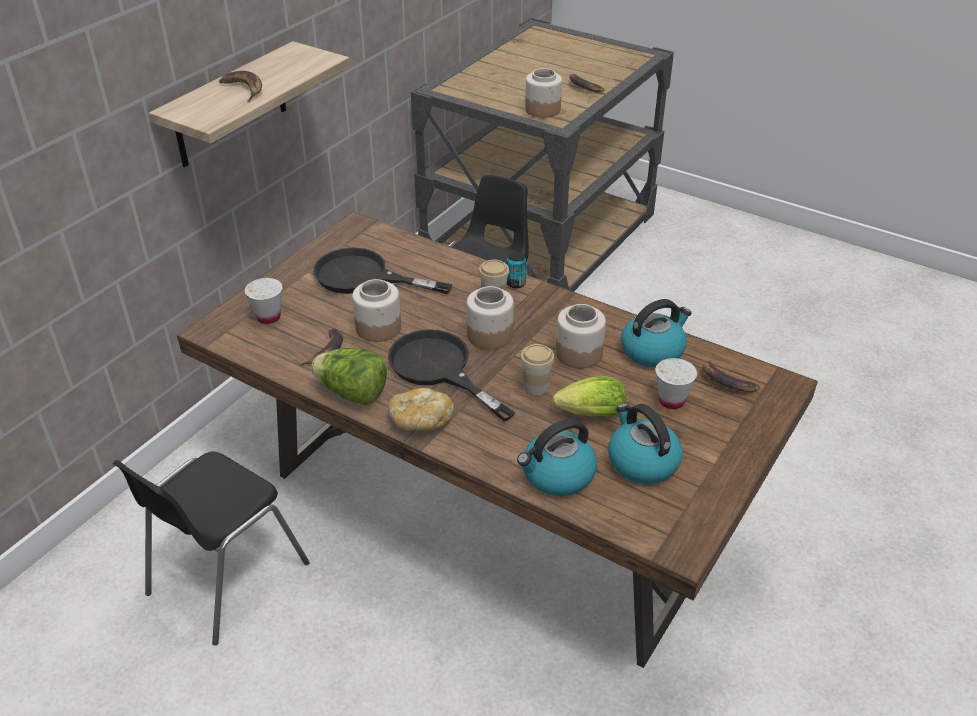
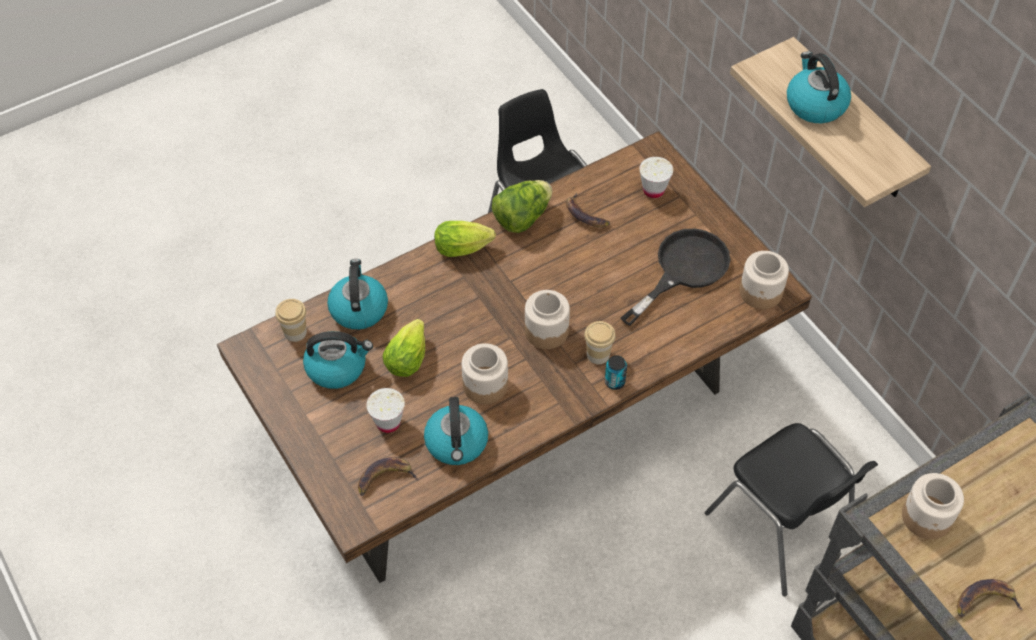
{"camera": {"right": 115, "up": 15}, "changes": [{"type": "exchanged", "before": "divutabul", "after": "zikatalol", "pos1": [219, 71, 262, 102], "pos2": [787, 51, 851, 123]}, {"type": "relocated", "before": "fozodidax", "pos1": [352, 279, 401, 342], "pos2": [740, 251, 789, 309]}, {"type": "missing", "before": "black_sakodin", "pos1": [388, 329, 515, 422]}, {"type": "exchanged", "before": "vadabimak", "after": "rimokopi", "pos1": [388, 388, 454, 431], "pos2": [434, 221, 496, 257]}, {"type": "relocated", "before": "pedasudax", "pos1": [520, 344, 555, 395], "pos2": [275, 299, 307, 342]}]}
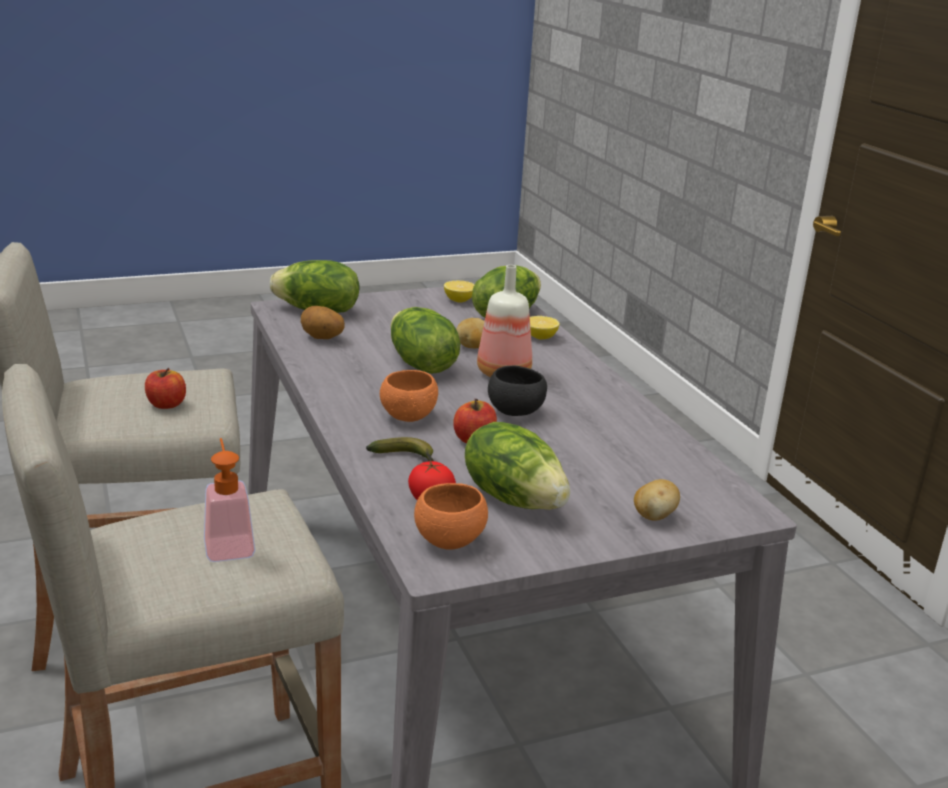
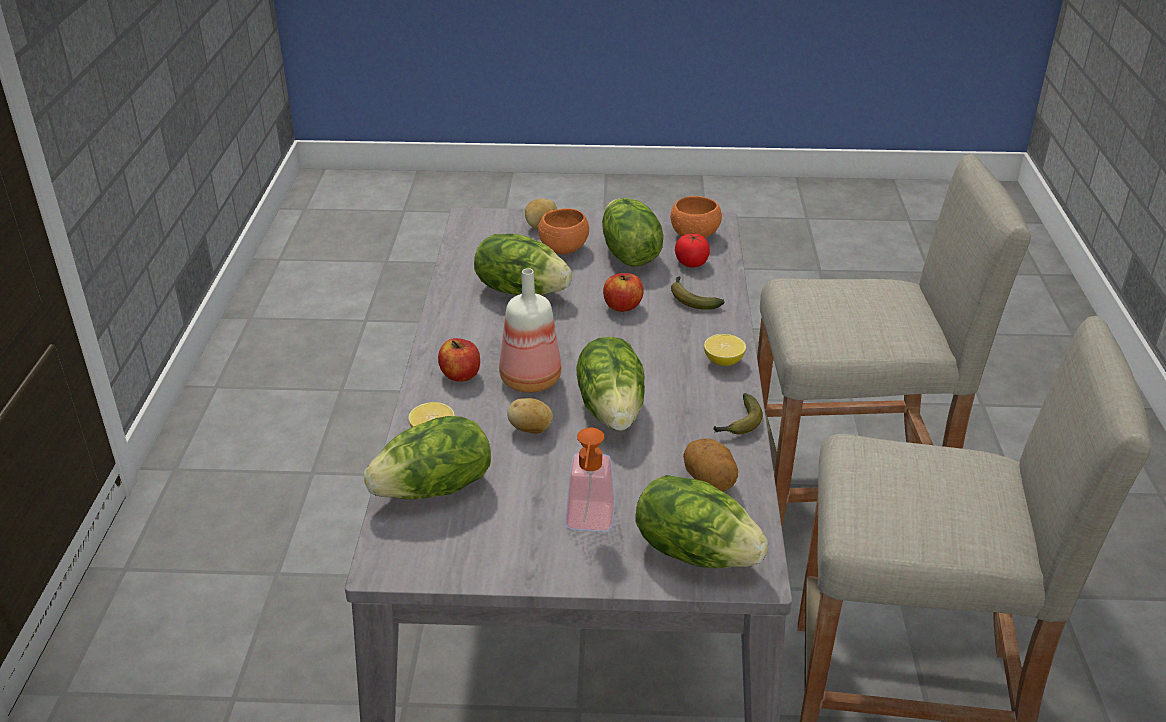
{"camera": {"right": -155, "up": 10}, "changes": [{"type": "relocated", "before": "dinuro", "pos1": [145, 368, 186, 409], "pos2": [438, 338, 480, 382]}, {"type": "relocated", "before": "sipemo", "pos1": [204, 438, 255, 562], "pos2": [565, 428, 615, 532]}, {"type": "relocated", "before": "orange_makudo", "pos1": [380, 370, 438, 422], "pos2": [538, 208, 589, 255]}, {"type": "relocated", "before": "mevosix", "pos1": [444, 281, 475, 303], "pos2": [704, 334, 746, 366]}, {"type": "missing", "before": "black_makudo", "pos1": [488, 366, 547, 416]}, {"type": "appeared", "after": "rimokopi", "pos2": [474, 234, 572, 295]}, {"type": "appeared", "after": "divutabul", "pos2": [714, 393, 763, 434]}]}
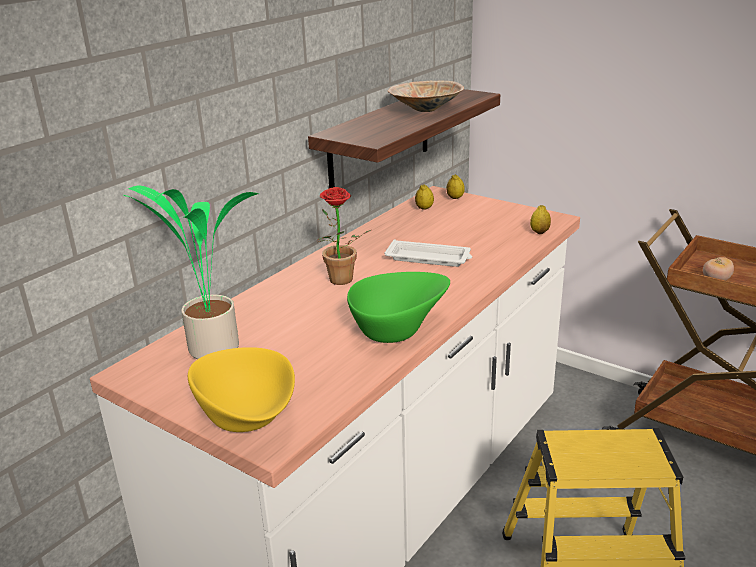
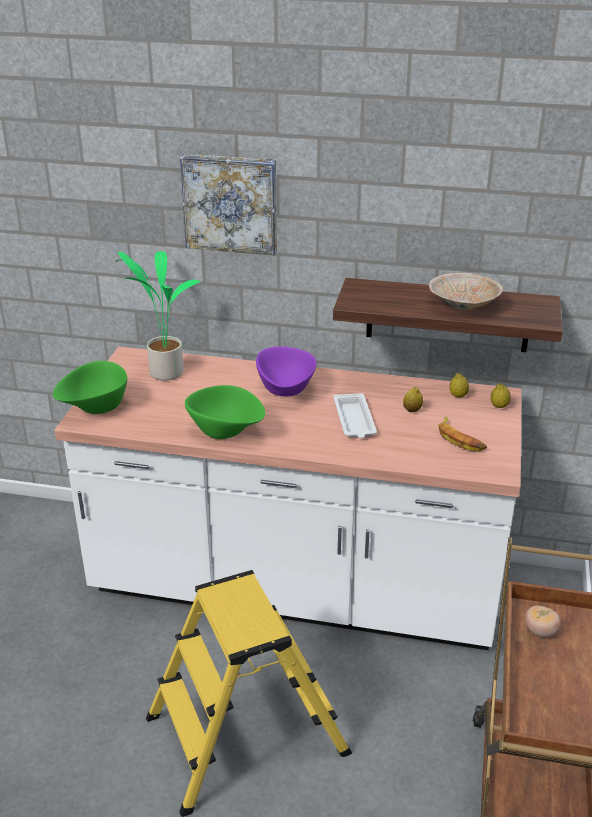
{"camera": {"right": 65, "up": 5}, "changes": [{"type": "colour", "before": "yellow_makudo", "after": "green_makudo", "pos1": [188, 347, 295, 432], "pos2": [53, 361, 127, 414]}, {"type": "exchanged", "before": "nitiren", "after": "purple_makudo", "pos1": [316, 187, 371, 285], "pos2": [256, 347, 316, 396]}, {"type": "relocated", "before": "mevosix", "pos1": [530, 205, 551, 234], "pos2": [403, 387, 423, 412]}, {"type": "appeared", "after": "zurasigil", "pos2": [180, 154, 277, 255]}, {"type": "appeared", "after": "divutabul", "pos2": [438, 416, 487, 452]}]}
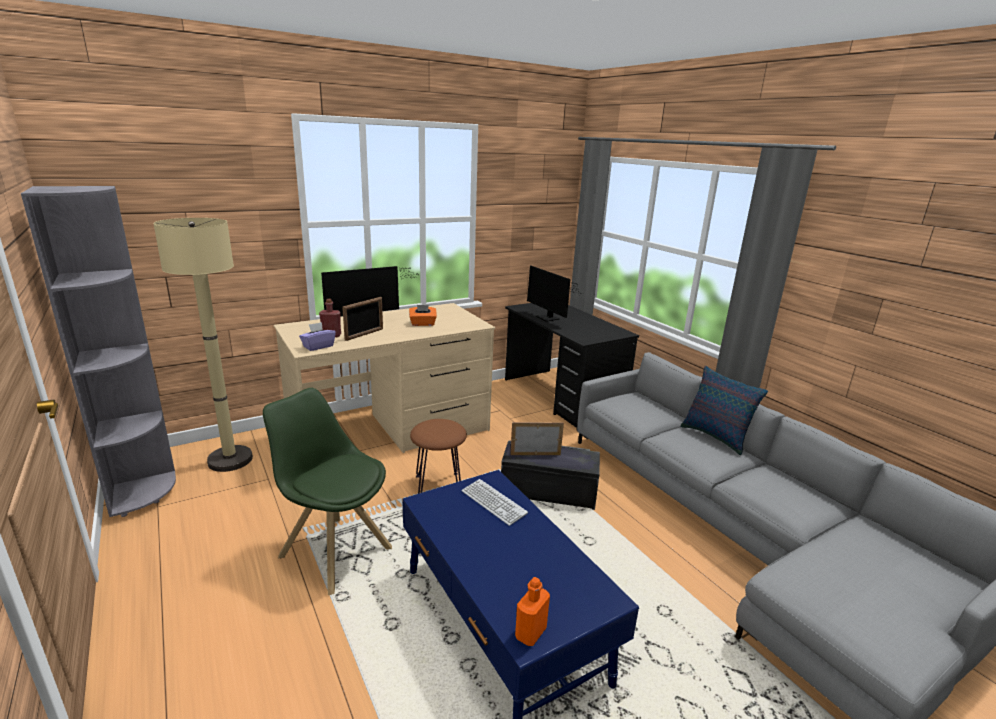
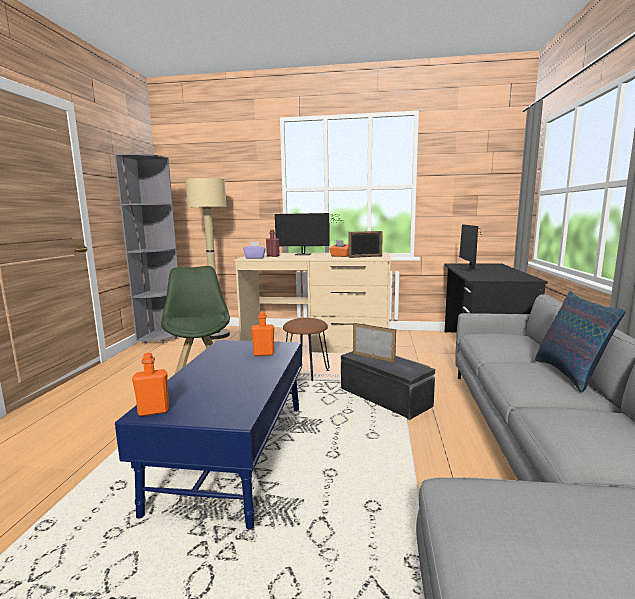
{"camera": {"right": 40, "up": -10}, "changes": [{"type": "relocated", "before": "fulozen", "pos1": [342, 297, 383, 341], "pos2": [348, 231, 383, 258]}, {"type": "exchanged", "before": "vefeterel", "after": "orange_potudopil", "pos1": [462, 479, 528, 526], "pos2": [251, 311, 274, 356]}]}
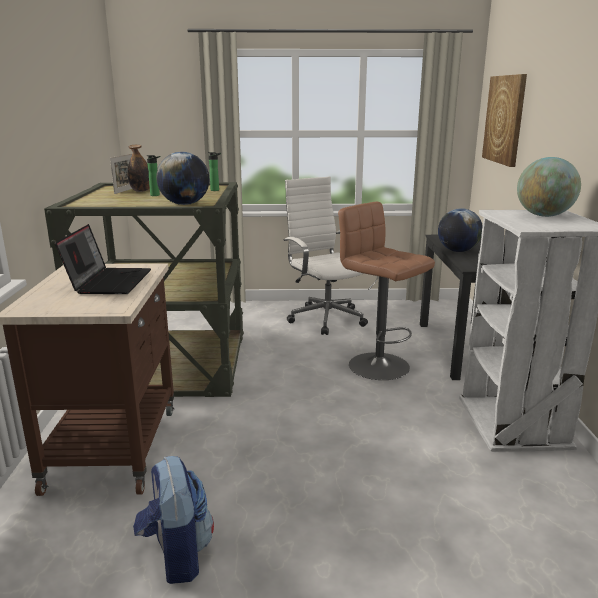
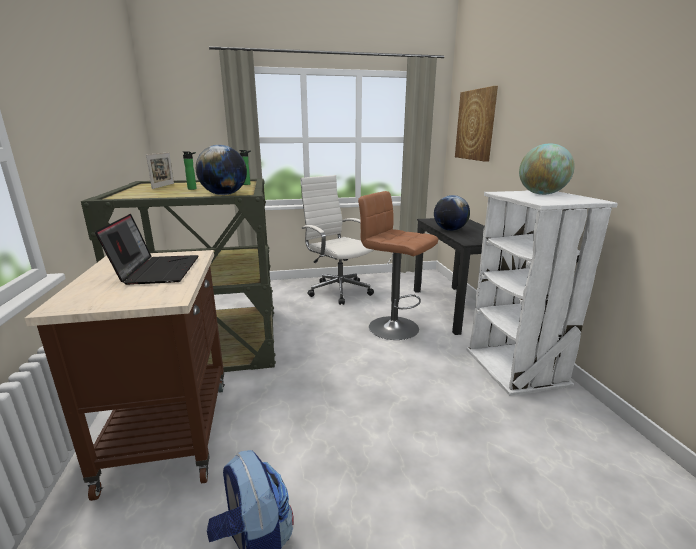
{"camera": {"right": -10, "up": 0}, "changes": [{"type": "missing", "before": "potudopil", "pos1": [128, 145, 150, 192]}]}
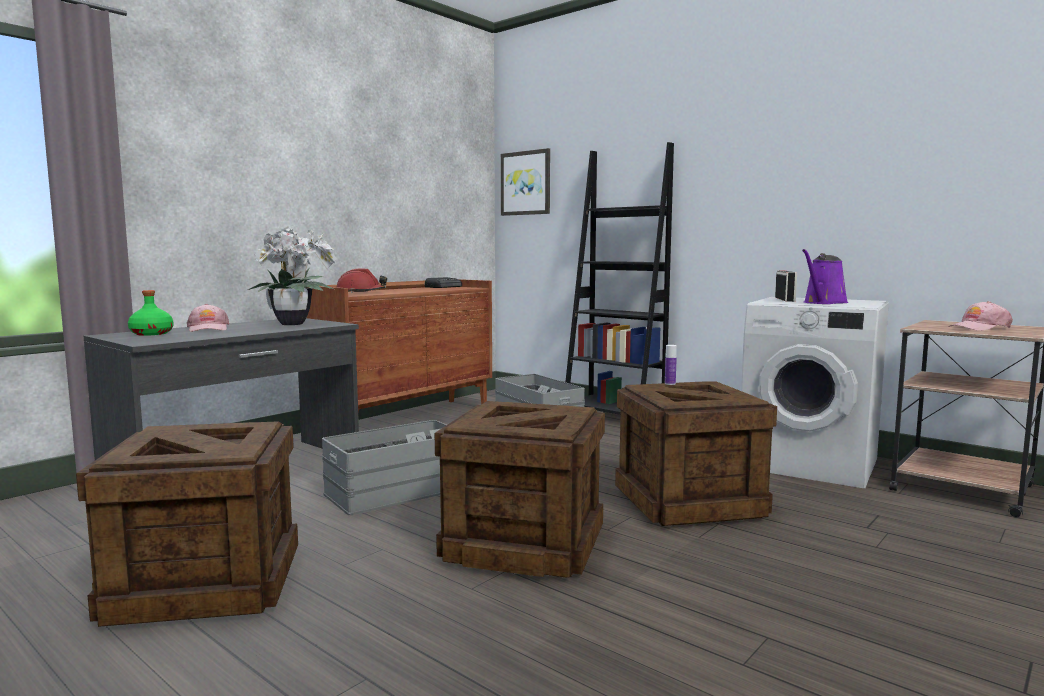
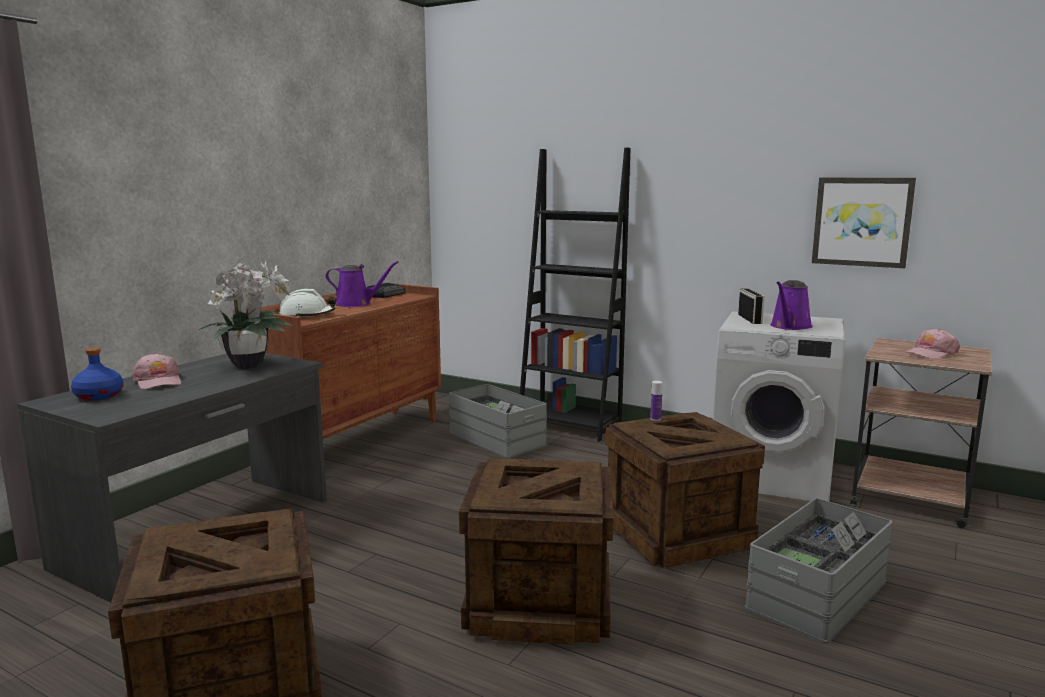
{"camera": {"right": -10, "up": 5}, "changes": [{"type": "colour", "before": "green_potudopil", "after": "blue_potudopil", "pos1": [128, 290, 173, 336], "pos2": [71, 347, 123, 401]}, {"type": "relocated", "before": "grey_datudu", "pos1": [322, 420, 446, 515], "pos2": [744, 498, 892, 643]}, {"type": "colour", "before": "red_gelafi", "after": "white_gelafi", "pos1": [337, 268, 387, 293], "pos2": [279, 289, 336, 318]}, {"type": "relocated", "before": "zurasigil", "pos1": [501, 148, 550, 216], "pos2": [812, 178, 916, 268]}, {"type": "appeared", "after": "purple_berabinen", "pos2": [326, 261, 398, 307]}]}
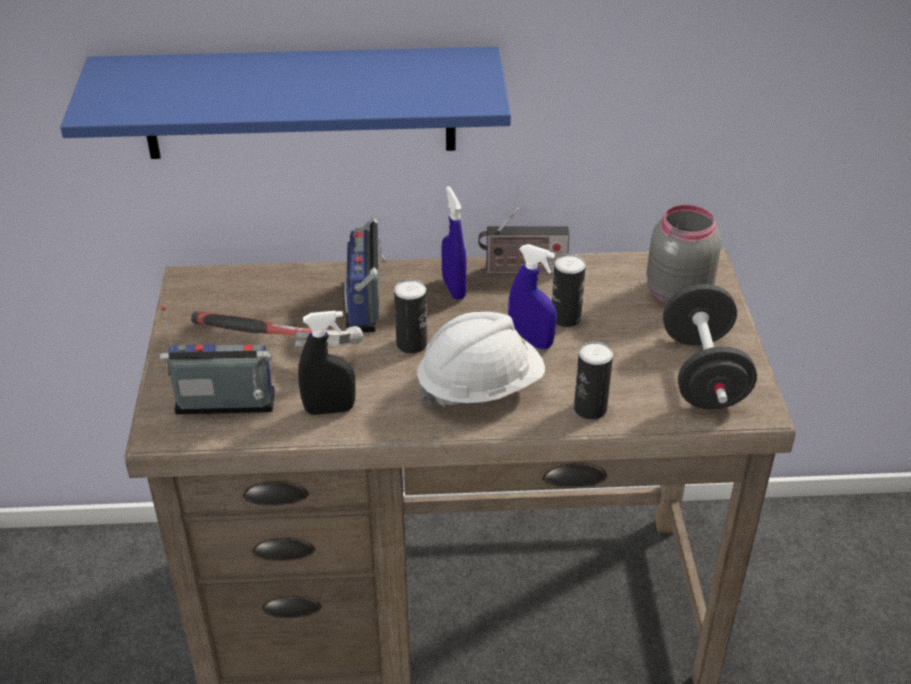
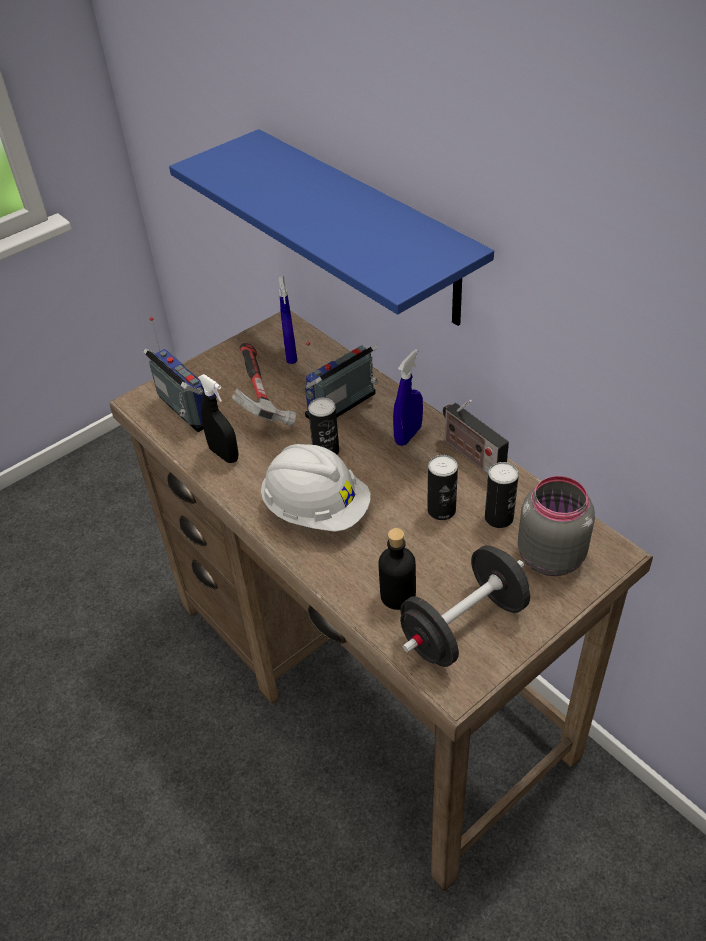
{"camera": {"right": 55, "up": 5}, "changes": [{"type": "relocated", "before": "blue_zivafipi", "pos1": [508, 244, 557, 349], "pos2": [279, 276, 297, 364]}, {"type": "relocated", "before": "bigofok", "pos1": [574, 341, 613, 420], "pos2": [485, 462, 519, 528]}, {"type": "appeared", "after": "black_potudopil", "pos2": [379, 528, 416, 610]}]}
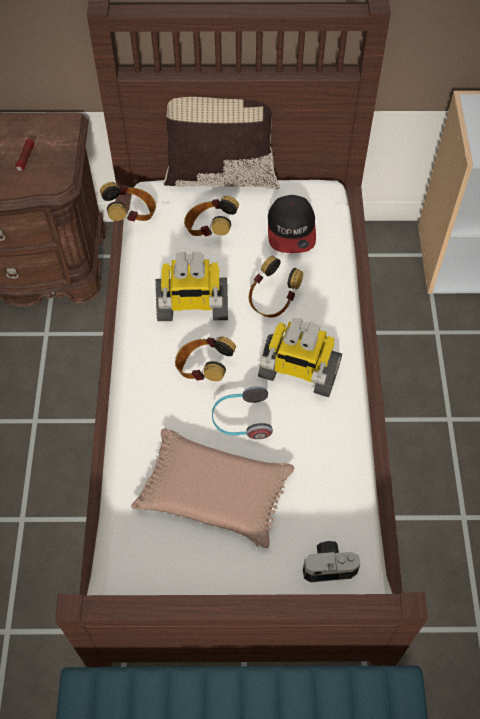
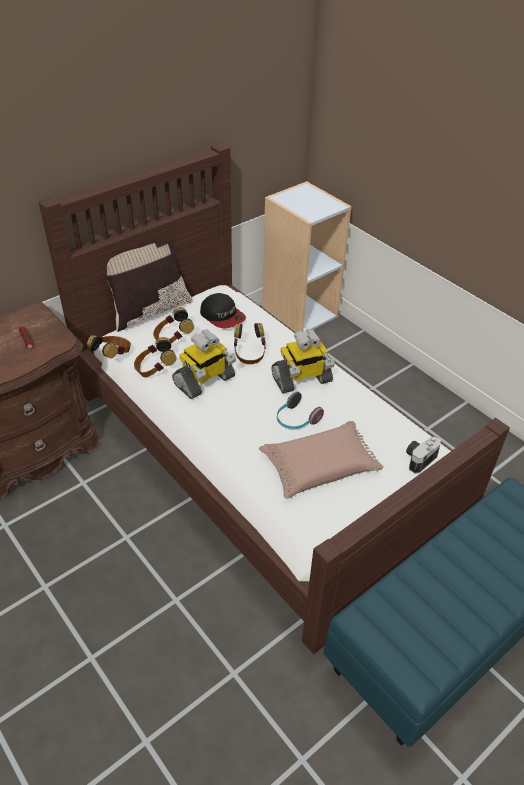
{"camera": {"right": -40, "up": -15}, "changes": [{"type": "relocated", "before": "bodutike", "pos1": [175, 336, 236, 381], "pos2": [134, 337, 176, 377]}]}
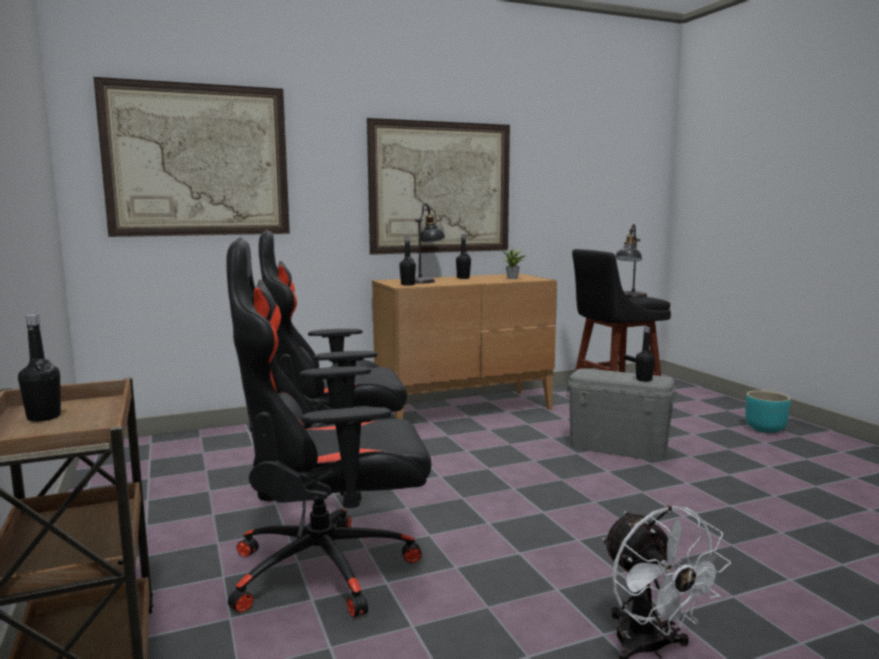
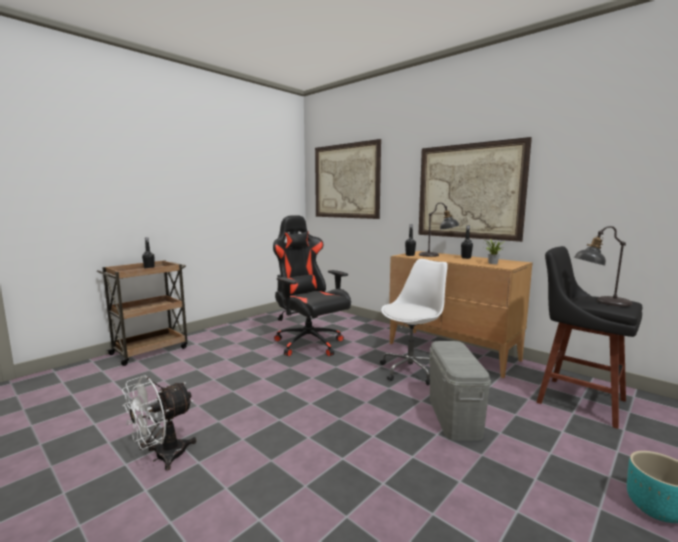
{"camera": {"right": 65, "up": 0}, "changes": [{"type": "missing", "before": "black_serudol", "pos1": [226, 237, 431, 617]}, {"type": "missing", "before": "black_potudopil", "pos1": [636, 327, 655, 382]}, {"type": "appeared", "after": "white_serudol", "pos2": [380, 259, 448, 385]}]}
